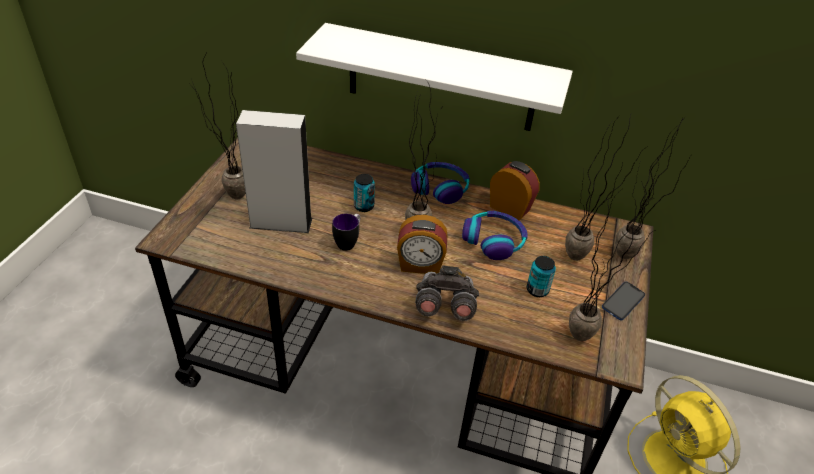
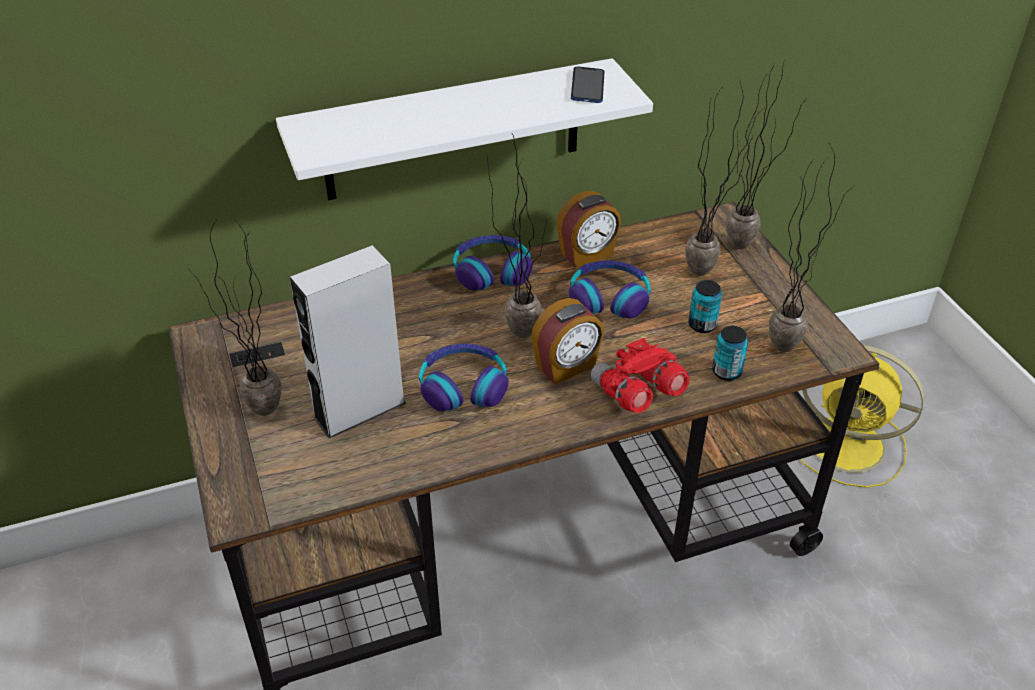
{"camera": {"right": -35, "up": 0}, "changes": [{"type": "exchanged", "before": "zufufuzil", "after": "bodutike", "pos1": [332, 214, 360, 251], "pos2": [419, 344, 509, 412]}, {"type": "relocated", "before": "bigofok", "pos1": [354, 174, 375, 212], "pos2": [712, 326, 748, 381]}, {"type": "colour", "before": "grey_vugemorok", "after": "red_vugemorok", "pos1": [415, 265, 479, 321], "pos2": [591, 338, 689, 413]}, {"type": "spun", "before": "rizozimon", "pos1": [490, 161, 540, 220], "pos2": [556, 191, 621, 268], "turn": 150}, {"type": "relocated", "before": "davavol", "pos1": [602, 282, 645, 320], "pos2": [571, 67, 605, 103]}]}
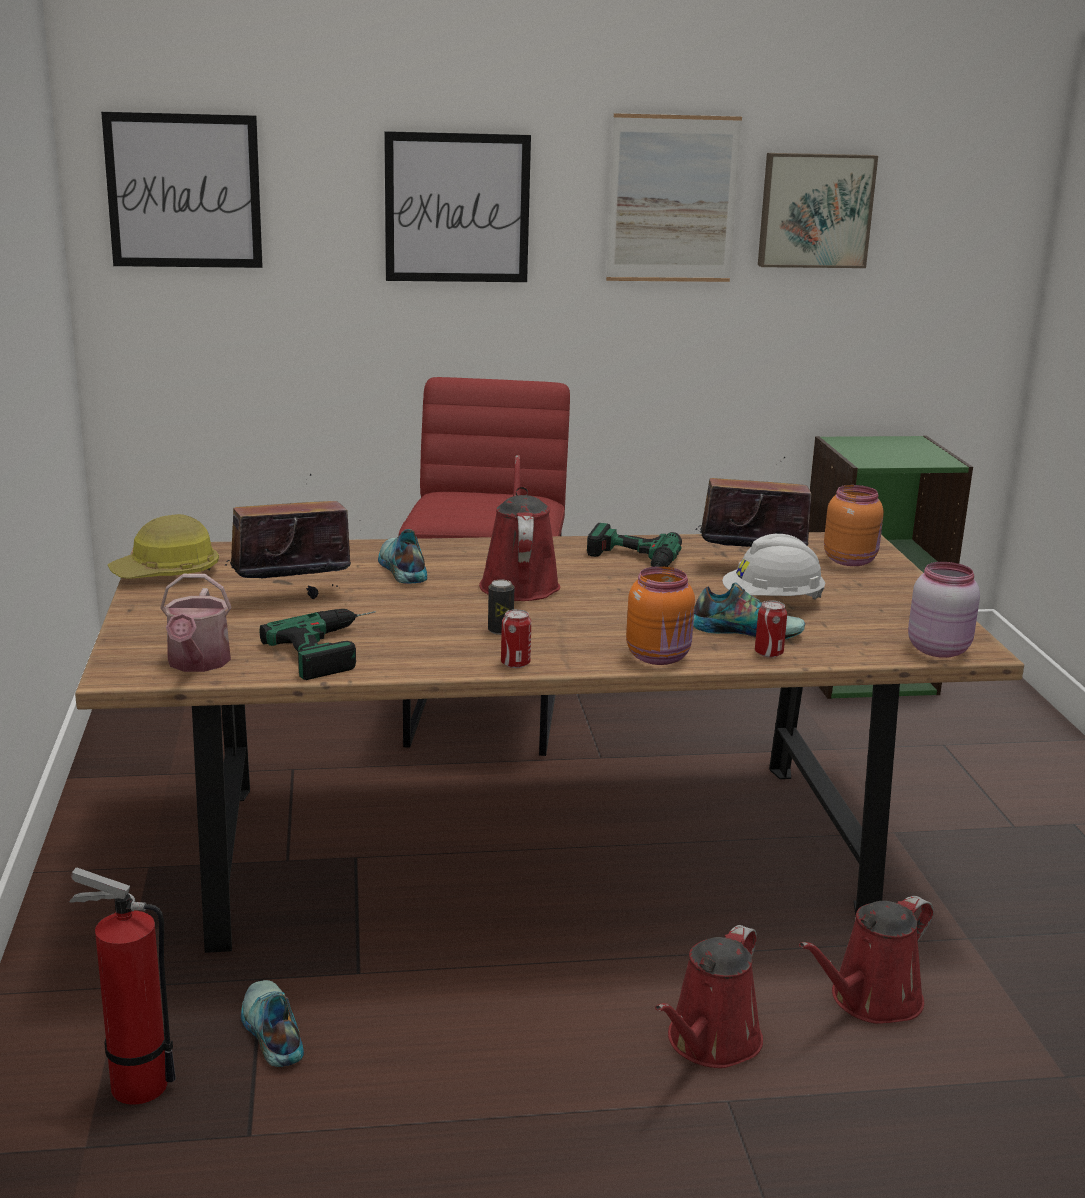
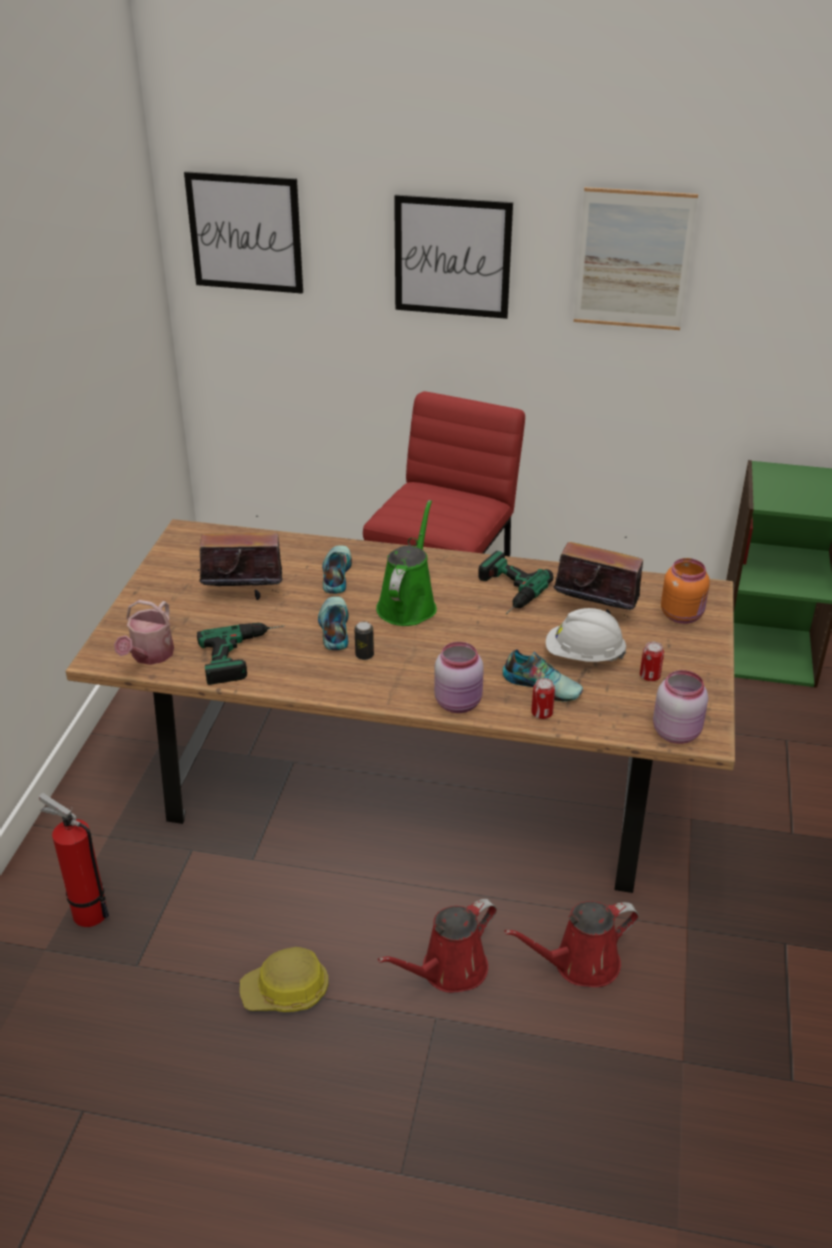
{"camera": {"right": 20, "up": 15}, "changes": [{"type": "relocated", "before": "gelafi", "pos1": [108, 514, 219, 579], "pos2": [240, 947, 328, 1012]}, {"type": "relocated", "before": "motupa", "pos1": [241, 980, 304, 1067], "pos2": [318, 596, 349, 650]}, {"type": "colour", "before": "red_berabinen", "after": "green_berabinen", "pos1": [479, 455, 560, 601], "pos2": [376, 500, 437, 626]}, {"type": "relocated", "before": "bigofok", "pos1": [501, 609, 531, 668], "pos2": [640, 642, 664, 681]}, {"type": "colour", "before": "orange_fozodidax", "after": "pink_fozodidax", "pos1": [626, 566, 695, 665], "pos2": [434, 642, 484, 713]}, {"type": "missing", "before": "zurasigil", "pos1": [758, 153, 878, 268]}]}
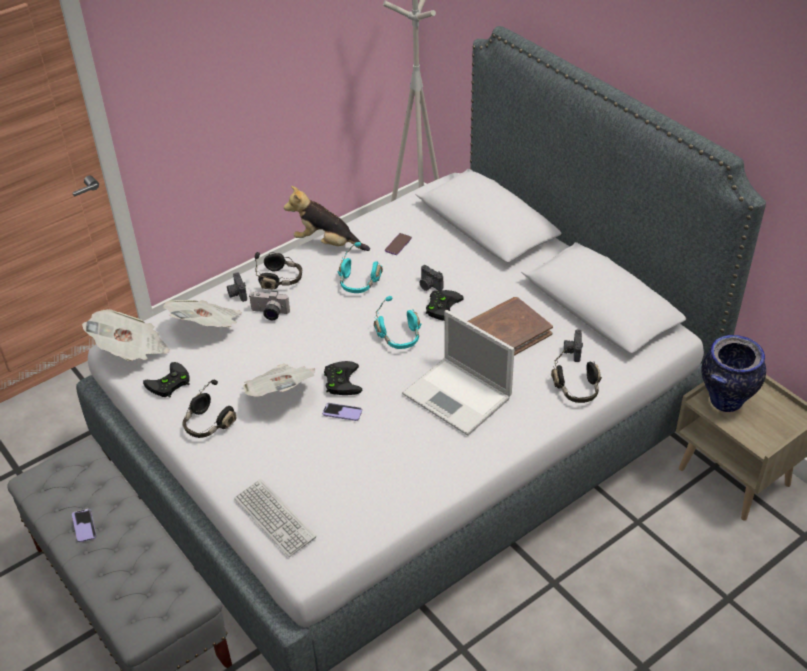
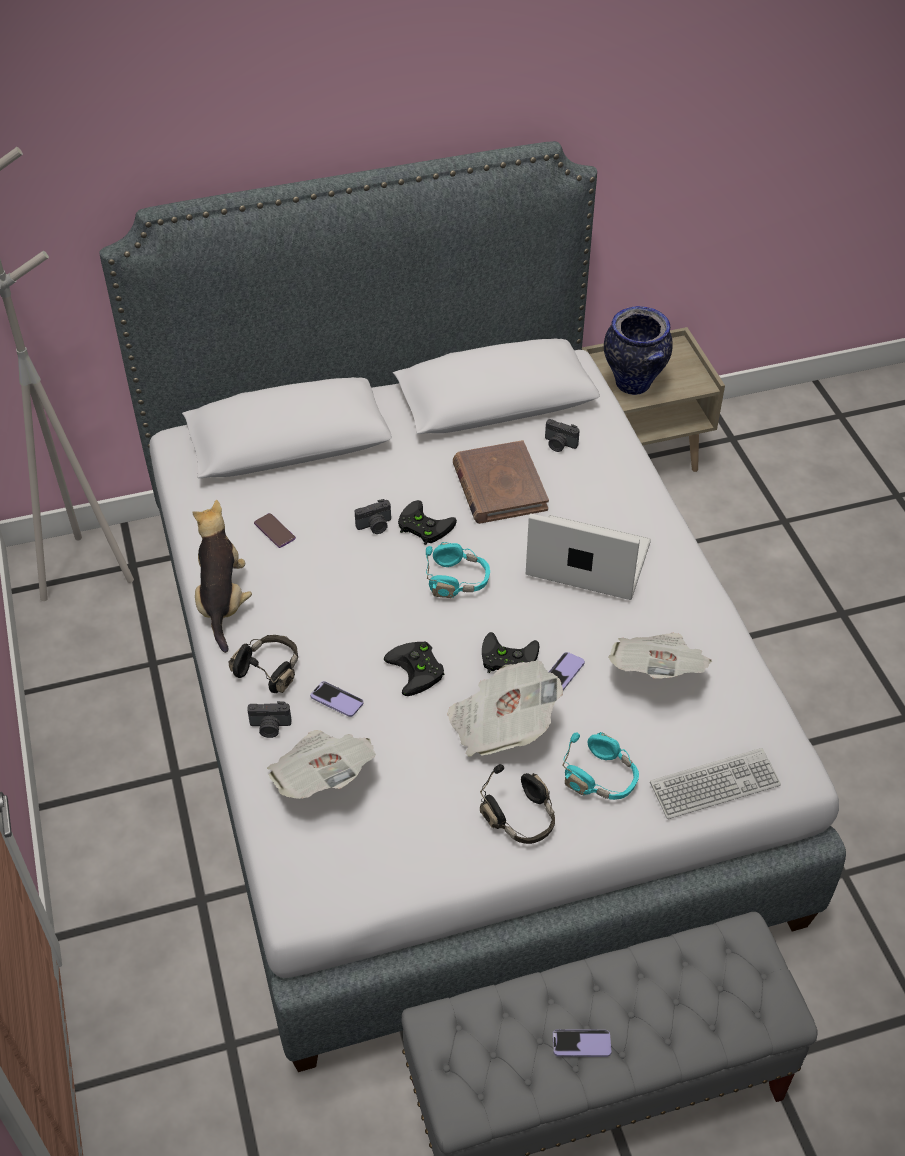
{"camera": {"right": -70, "up": 5}, "changes": [{"type": "relocated", "before": "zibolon", "pos1": [82, 309, 170, 361], "pos2": [608, 633, 712, 679]}, {"type": "relocated", "before": "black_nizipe", "pos1": [143, 362, 190, 398], "pos2": [384, 642, 444, 696]}, {"type": "exchanged", "before": "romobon", "after": "davavol", "pos1": [248, 291, 290, 320], "pos2": [310, 681, 363, 717]}, {"type": "spun", "before": "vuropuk", "pos1": [284, 186, 370, 251], "pos2": [192, 500, 252, 653], "turn": 135}, {"type": "relocated", "before": "turquoise_bodutike", "pos1": [338, 242, 383, 293], "pos2": [562, 732, 639, 800]}, {"type": "spun", "before": "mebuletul", "pos1": [402, 310, 515, 436], "pos2": [526, 513, 651, 600], "turn": -135}, {"type": "missing", "before": "black_bodutike", "pos1": [551, 345, 602, 403]}]}
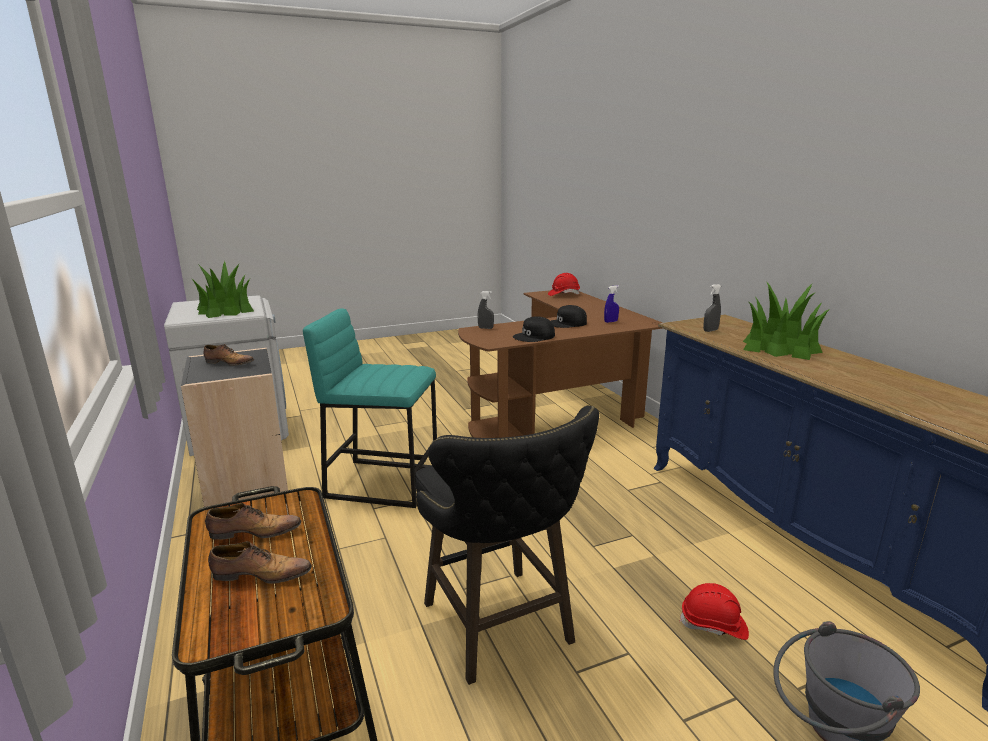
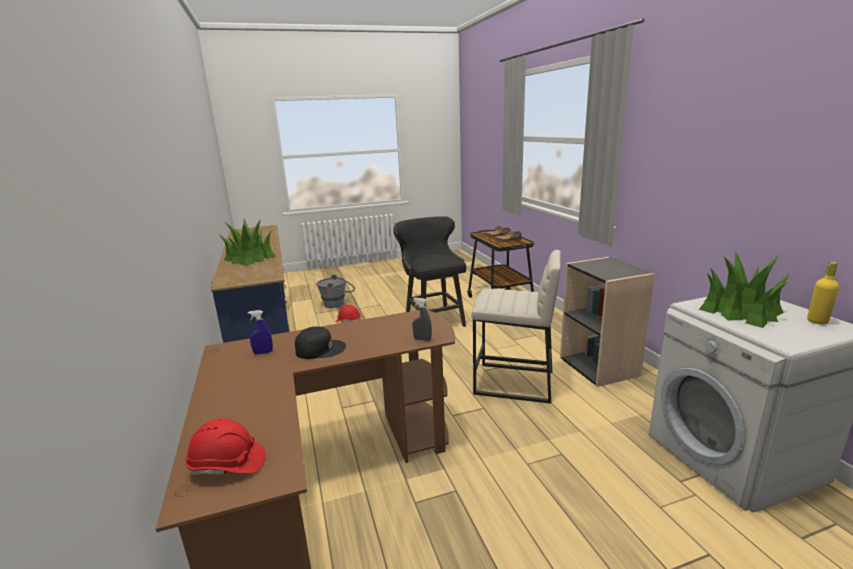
{"camera": {"right": -175, "up": 0}, "changes": [{"type": "missing", "before": "motupa", "pos1": [203, 344, 254, 365]}, {"type": "colour", "before": "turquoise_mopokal", "after": "beige_mopokal", "pos1": [303, 309, 437, 508], "pos2": [471, 250, 561, 404]}, {"type": "missing", "before": "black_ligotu", "pos1": [513, 317, 555, 342]}, {"type": "missing", "before": "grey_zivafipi", "pos1": [703, 284, 721, 332]}, {"type": "appeared", "after": "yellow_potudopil", "pos2": [807, 262, 839, 325]}]}
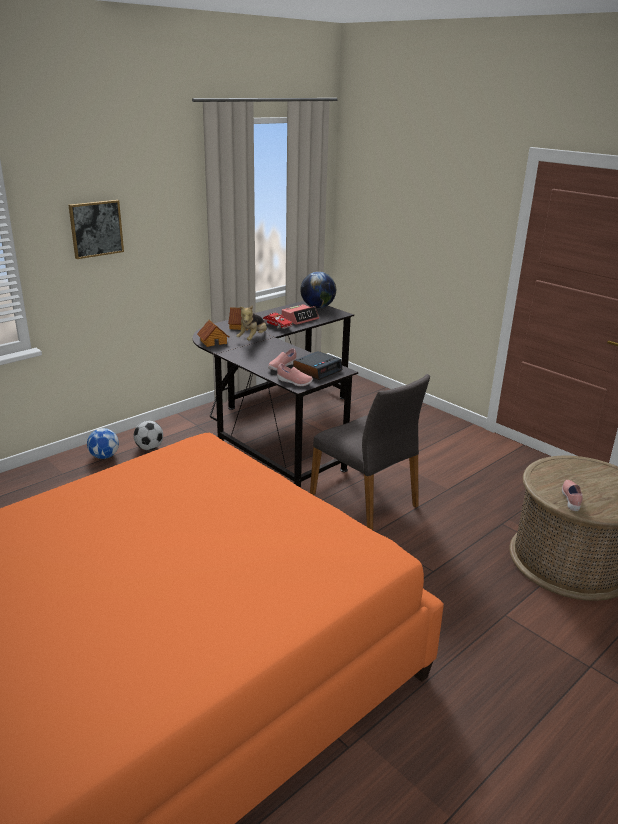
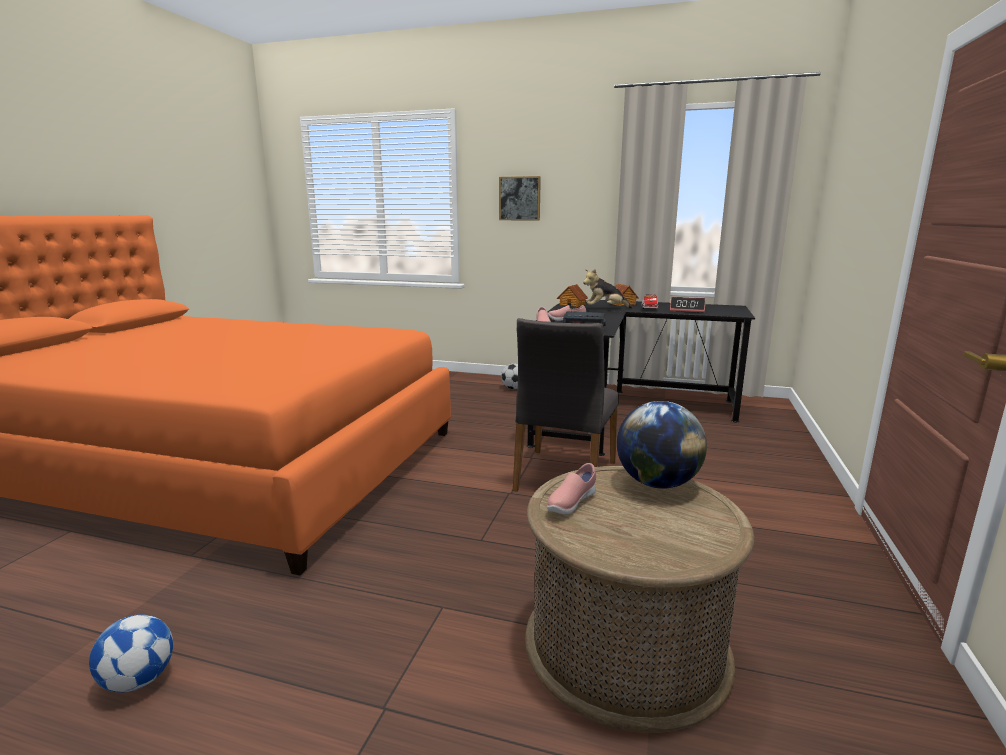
{"camera": {"right": 60, "up": -10}, "changes": [{"type": "relocated", "before": "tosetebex", "pos1": [87, 428, 119, 459], "pos2": [89, 614, 173, 693]}, {"type": "relocated", "before": "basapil", "pos1": [300, 272, 336, 308], "pos2": [617, 401, 707, 489]}, {"type": "spun", "before": "pink_motupa", "pos1": [562, 480, 583, 511], "pos2": [547, 463, 596, 514], "turn": 150}]}
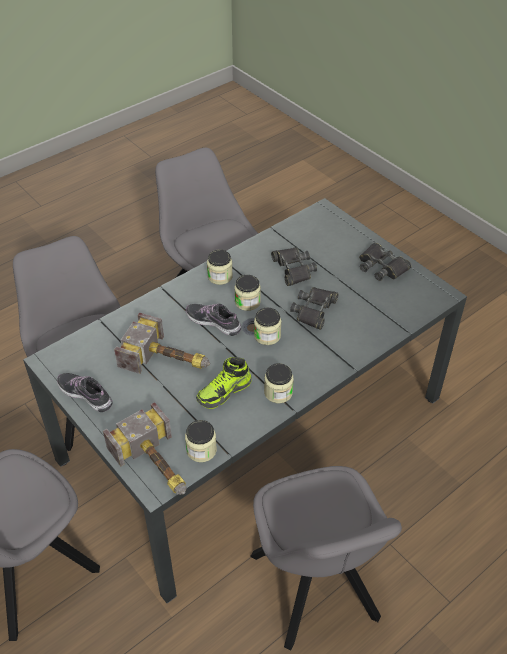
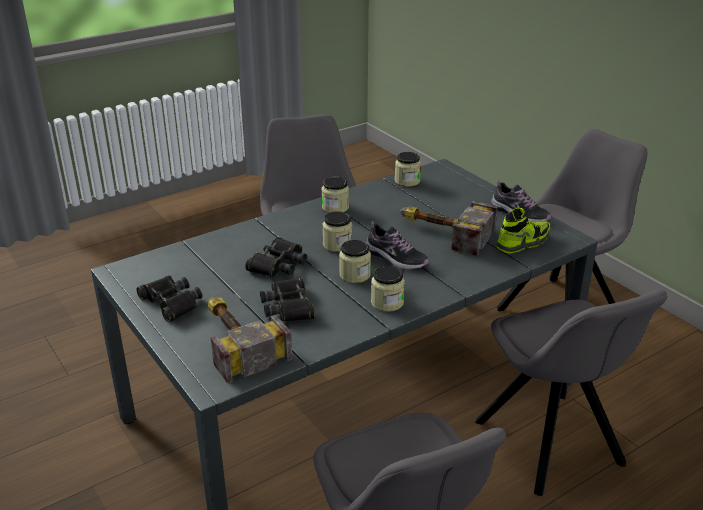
{"camera": {"right": -175, "up": -15}, "changes": [{"type": "relocated", "before": "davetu", "pos1": [103, 402, 186, 495], "pos2": [208, 297, 292, 384]}, {"type": "relocated", "before": "motupa", "pos1": [196, 357, 252, 409], "pos2": [496, 208, 551, 254]}]}
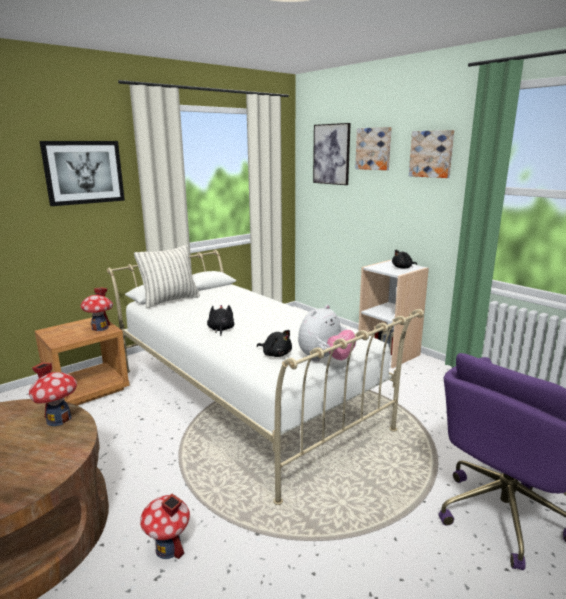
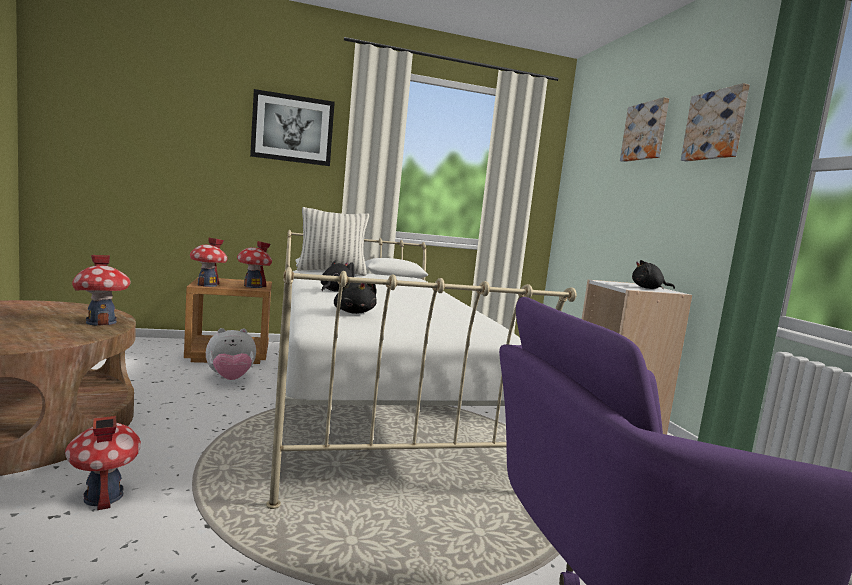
{"camera": {"right": 25, "up": -10}, "changes": [{"type": "relocated", "before": "vuropuk", "pos1": [298, 304, 356, 362], "pos2": [206, 328, 256, 380]}, {"type": "missing", "before": "zurasigil", "pos1": [313, 123, 351, 185]}, {"type": "appeared", "after": "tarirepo", "pos2": [190, 237, 228, 287]}]}
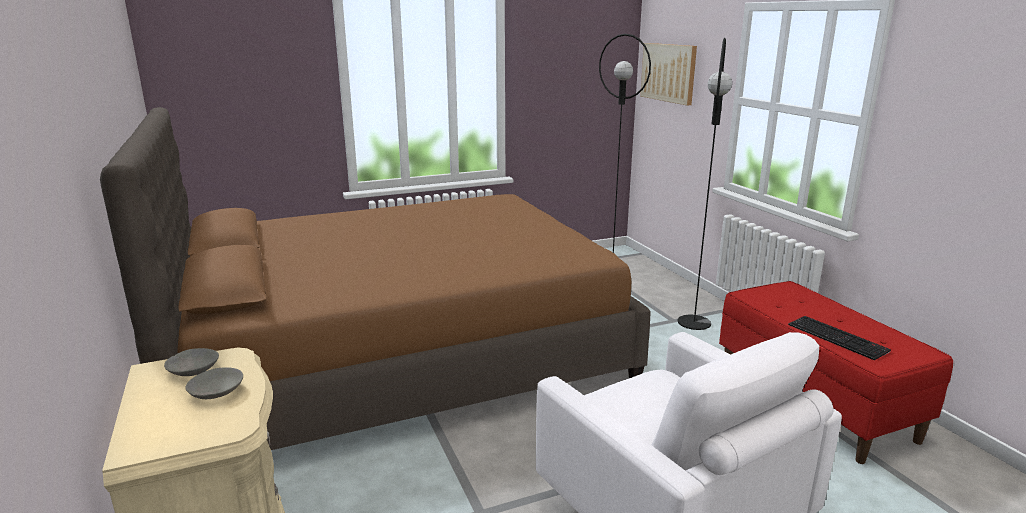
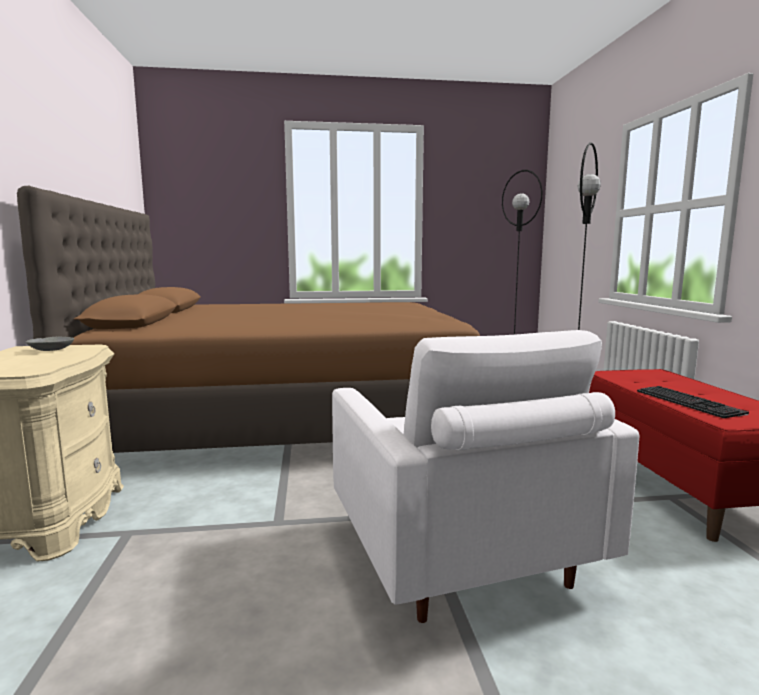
{"camera": {"right": 15, "up": -10}, "changes": [{"type": "missing", "before": "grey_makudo", "pos1": [185, 367, 243, 399]}, {"type": "missing", "before": "zurasigil", "pos1": [640, 43, 697, 106]}]}
